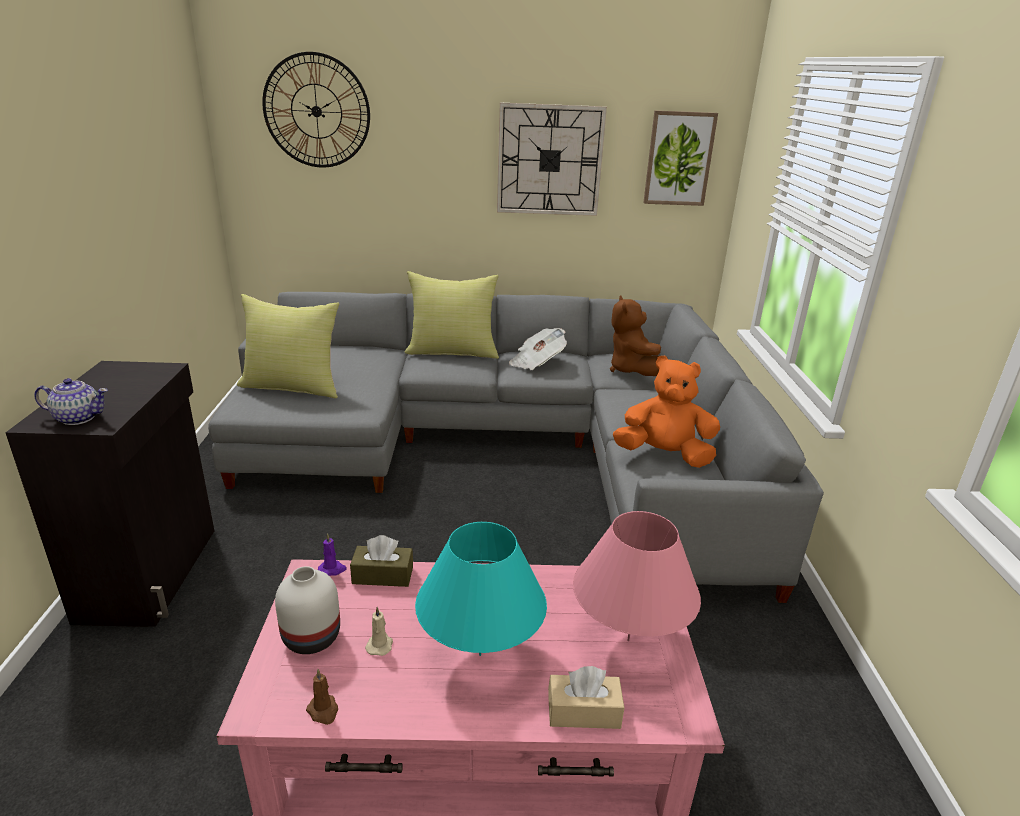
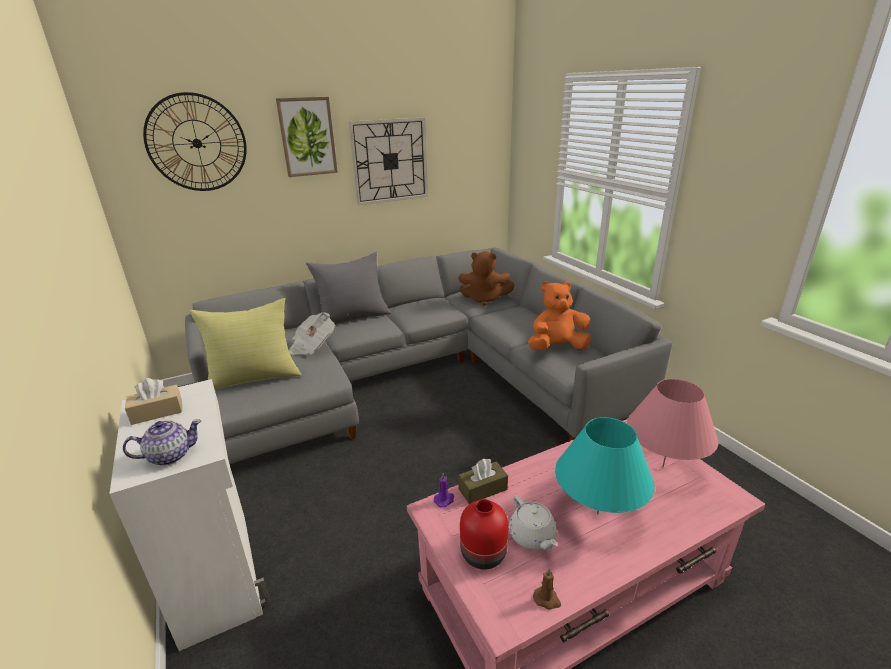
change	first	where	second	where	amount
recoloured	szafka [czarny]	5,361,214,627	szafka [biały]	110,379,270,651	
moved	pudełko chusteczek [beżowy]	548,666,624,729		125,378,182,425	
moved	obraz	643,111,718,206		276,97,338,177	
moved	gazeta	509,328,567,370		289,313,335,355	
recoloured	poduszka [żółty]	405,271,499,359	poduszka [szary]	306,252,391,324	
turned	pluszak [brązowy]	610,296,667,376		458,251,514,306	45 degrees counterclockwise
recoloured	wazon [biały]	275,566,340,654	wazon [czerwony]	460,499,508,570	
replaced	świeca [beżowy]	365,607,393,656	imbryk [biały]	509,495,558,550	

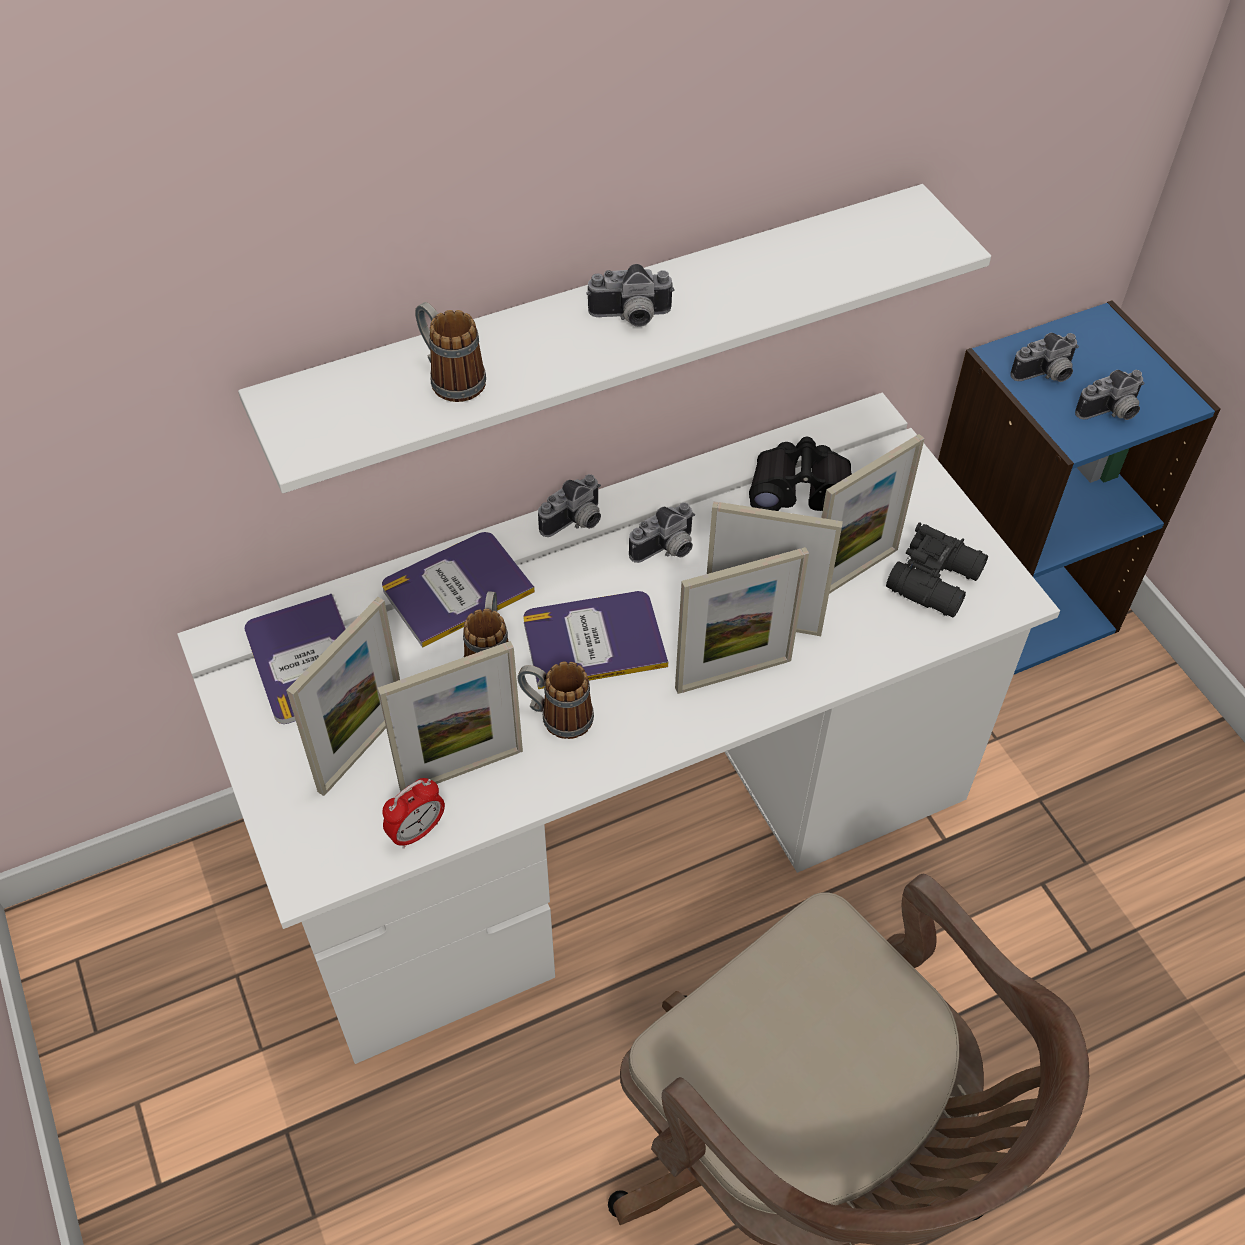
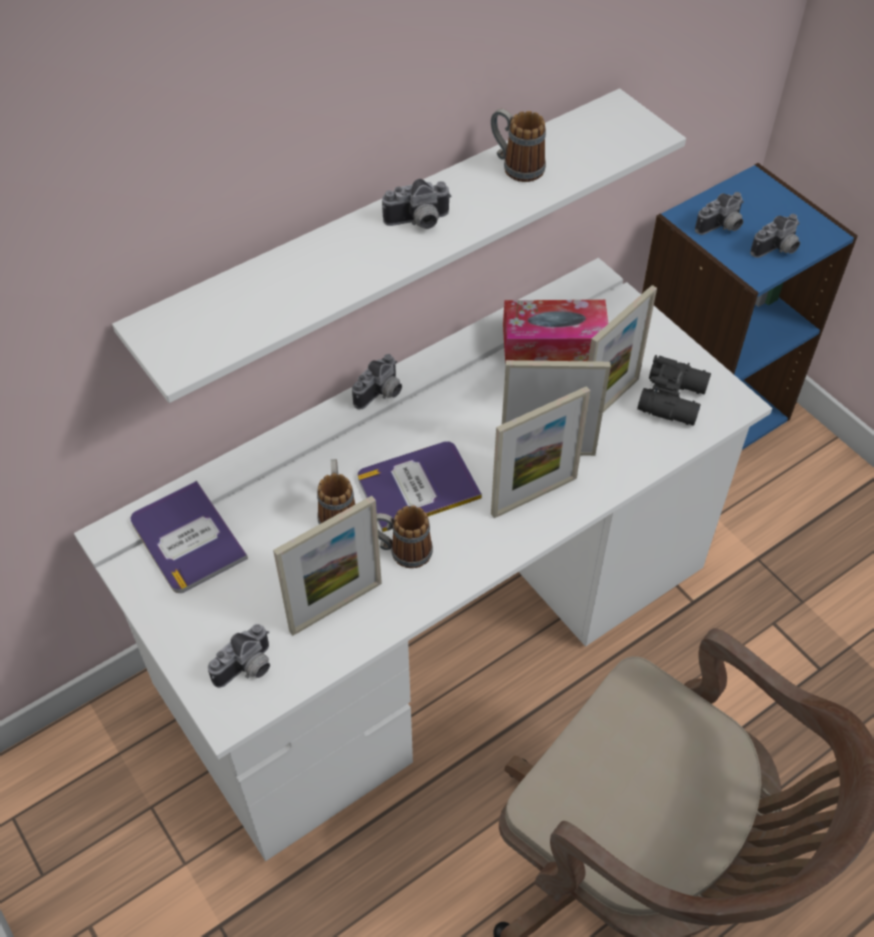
change	first	where	second	where	amount
moved	aparat fotograficzny	629,503,695,563		208,624,270,688	
moved	kubek	415,302,486,402		491,109,546,182	
replaced	lornetka [czarny]	749,437,852,511	pudełko chusteczek	503,300,609,363	
removed	ramka na zdjęcie	286,597,400,796			
removed	książka	382,532,535,648			
removed	budzik	382,778,445,849			

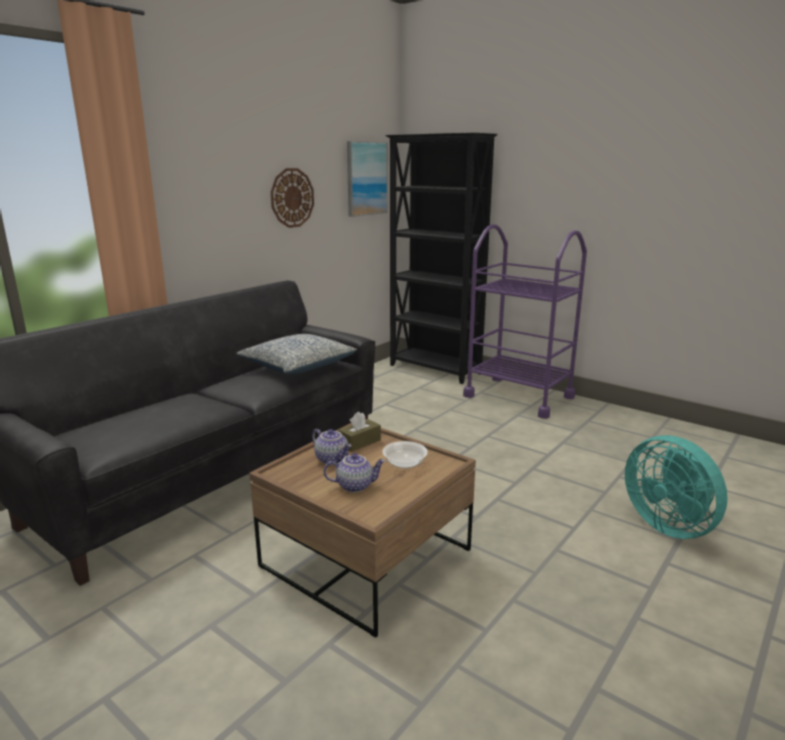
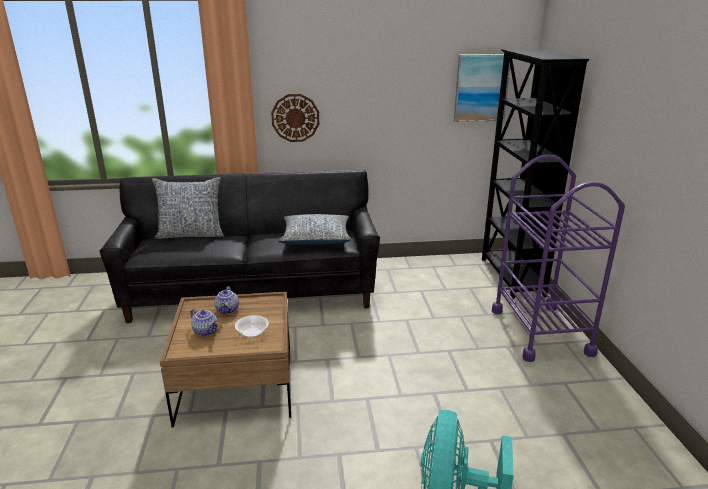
change	first	where	second	where	amount
added			poduszka	152,177,224,239	
moved	zegar ścienny	271,168,314,228		271,94,319,142	
removed	pudełko chusteczek [brązowy]	338,412,381,452			

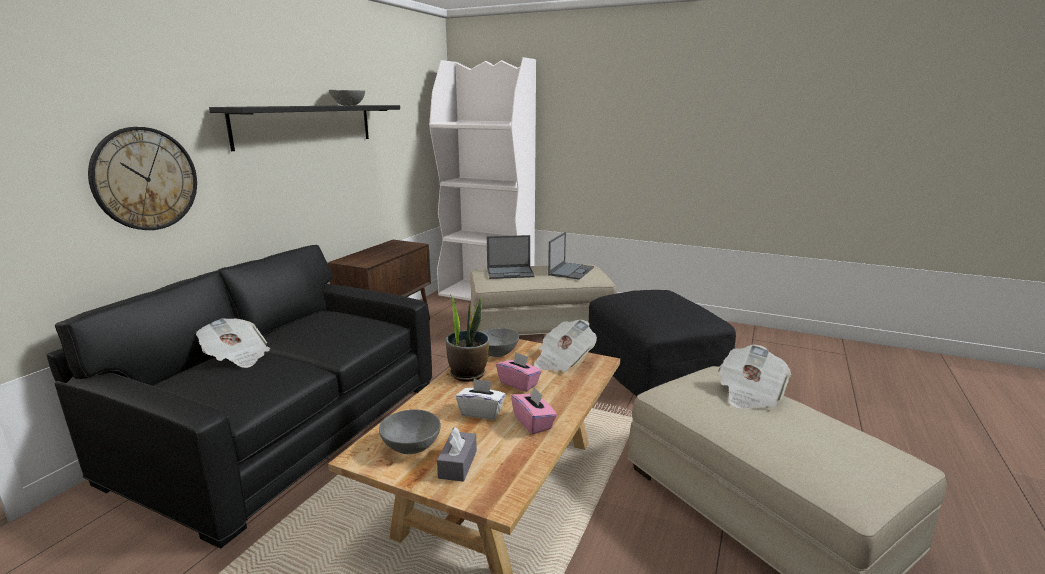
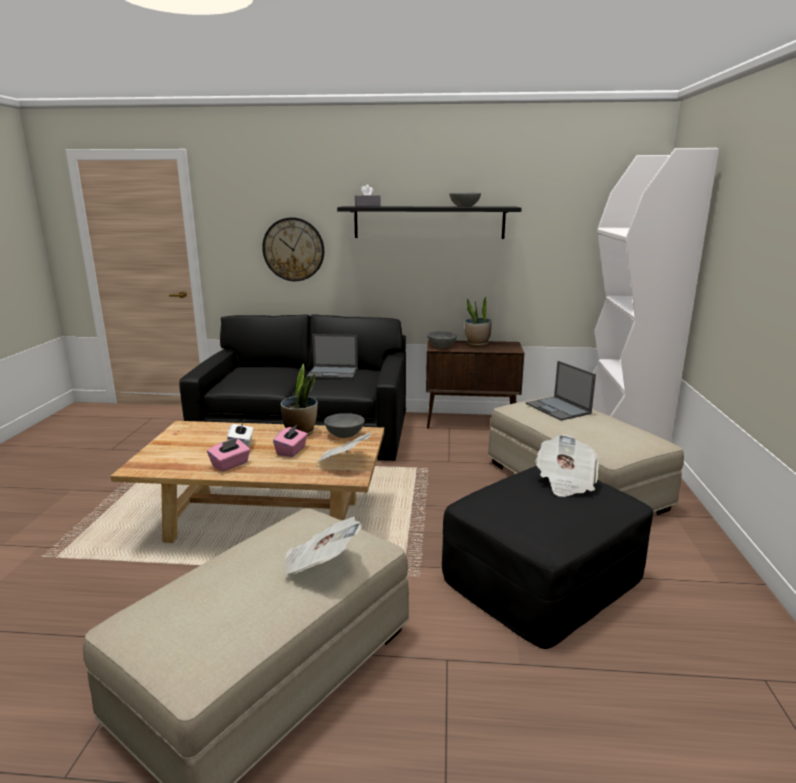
change	first	where	second	where	amount
moved	laptop	548,232,594,280		307,334,358,379	
moved	pudełko chusteczek [szary]	437,427,477,482		355,184,381,207	
moved	miska [szary]	379,409,441,454		427,331,457,348	
added			roślina doniczkowa	465,297,492,346	
moved	gazeta	196,318,270,368		535,434,599,497	

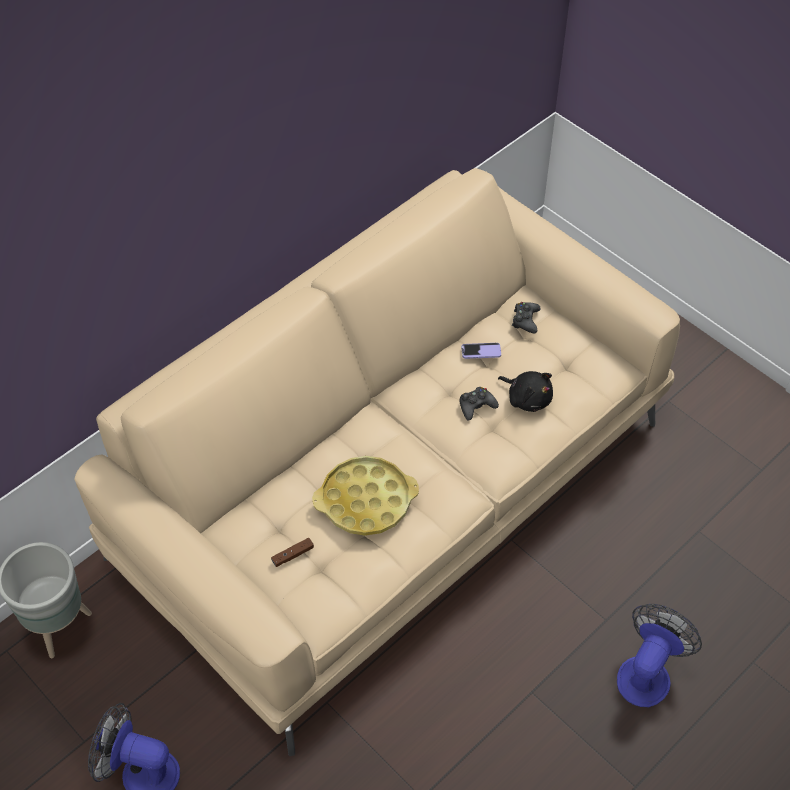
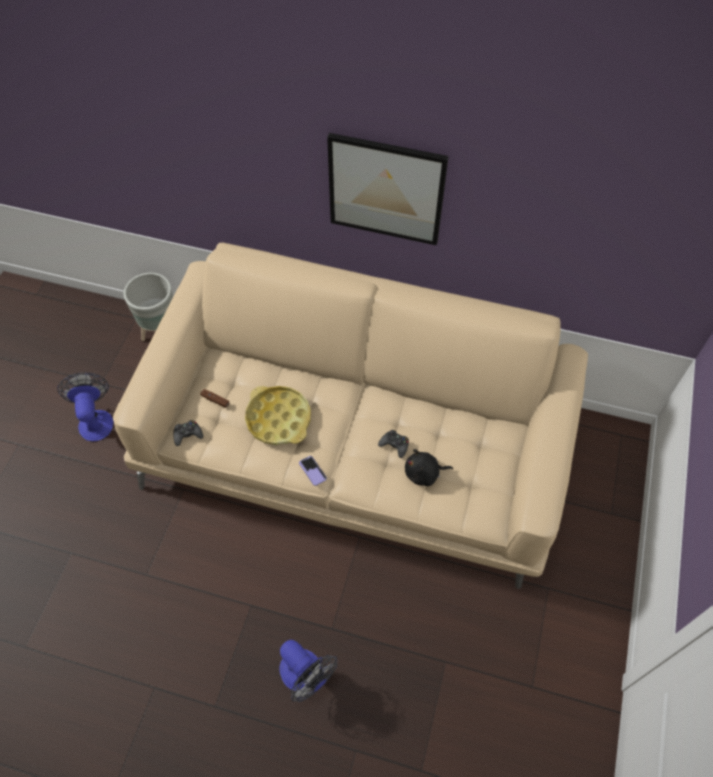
change	first	where	second	where	amount
moved	pad do gier [czarny]	512,302,541,333		173,420,203,446	
turned	wentylator	617,604,702,707		279,640,337,702	45 degrees clockwise
moved	telefon	461,343,501,359		299,456,327,486	
added			obraz	327,133,449,245	
turned	pluszak [czarny]	498,371,553,412		405,449,453,486	75 degrees clockwise

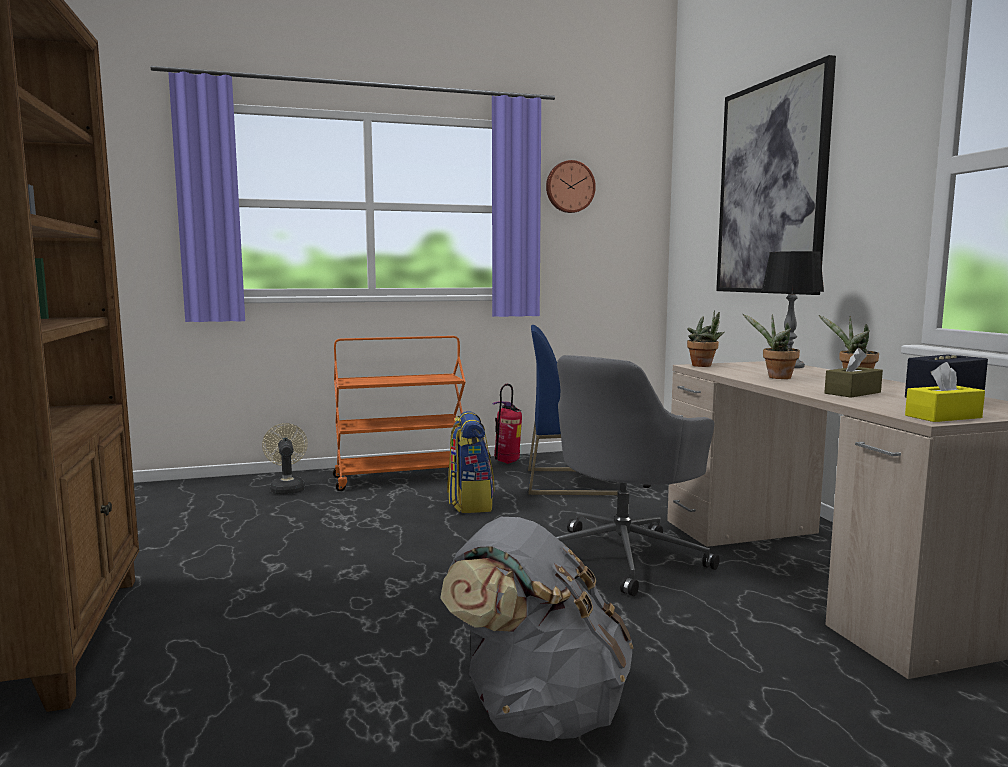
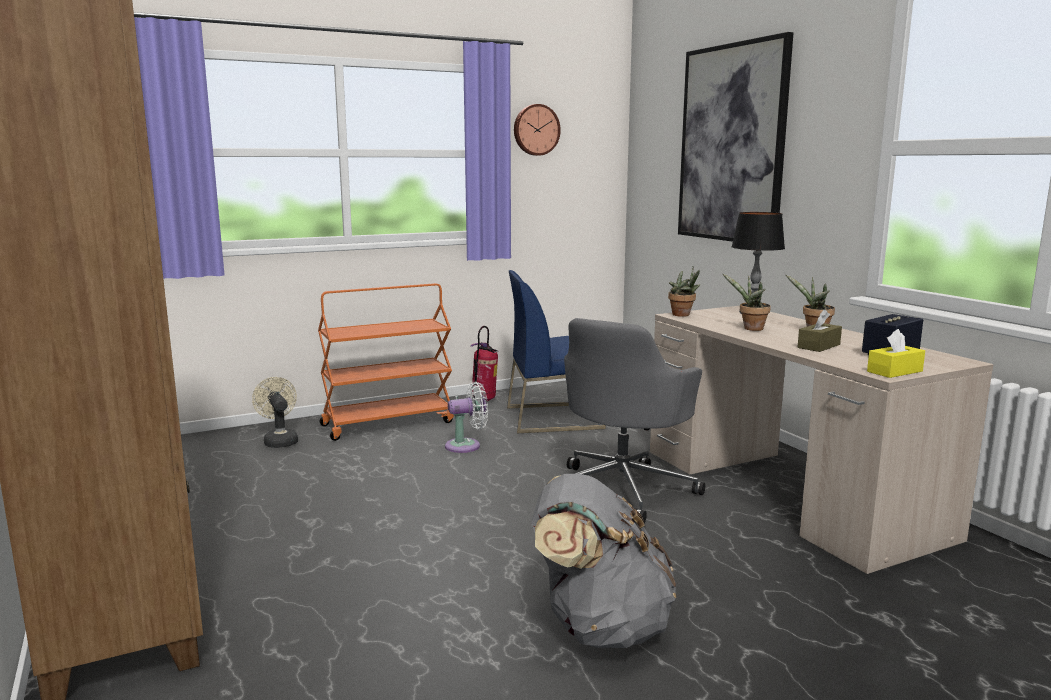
change	first	where	second	where	amount
replaced	plecak	447,411,494,513	wentylator [biały]	445,382,488,453	

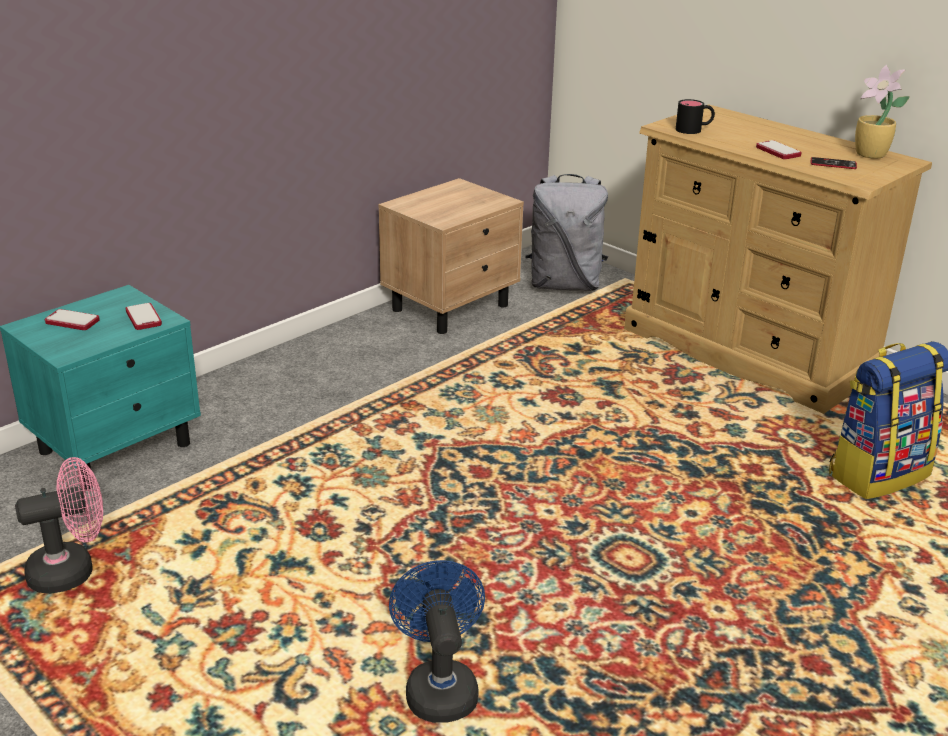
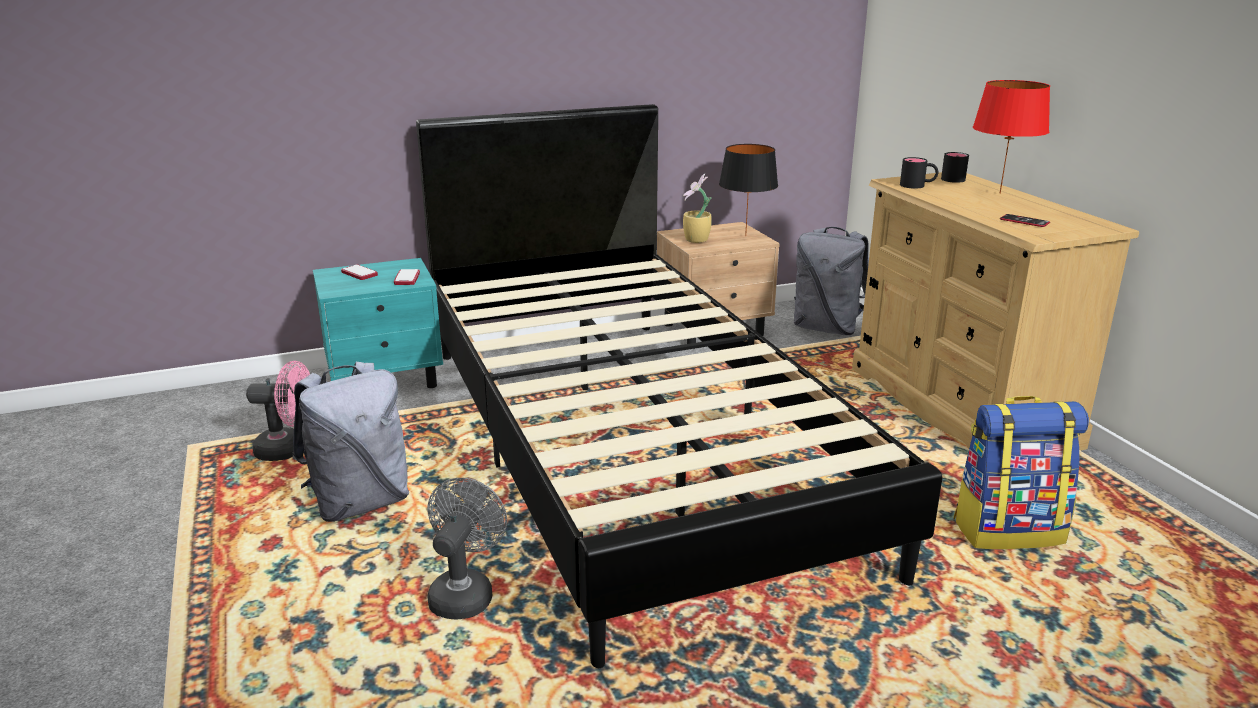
change	first	where	second	where	amount
added			plecak [szary]	292,362,409,522	
added			łóżko [czarny]	416,104,943,668	
recoloured	wentylator [niebieski]	389,560,485,723	wentylator [szary]	428,478,507,620	
moved	roślina doniczkowa	855,65,910,159		682,173,712,243	
added			lampa stołowa [czarny]	719,144,778,236	
added			kubek [czarny]	941,152,969,183	
added			lampa stołowa [czerwony]	973,80,1050,194	
removed	telefon	756,140,802,159			

